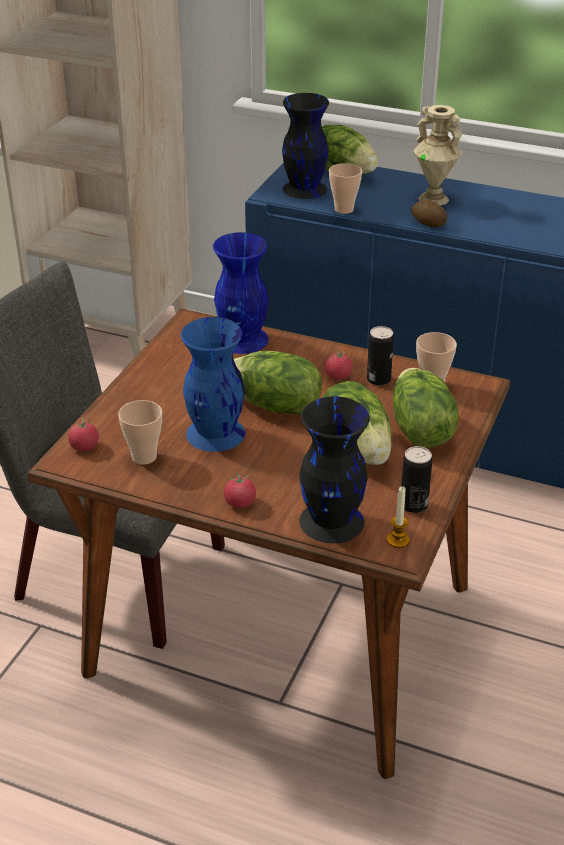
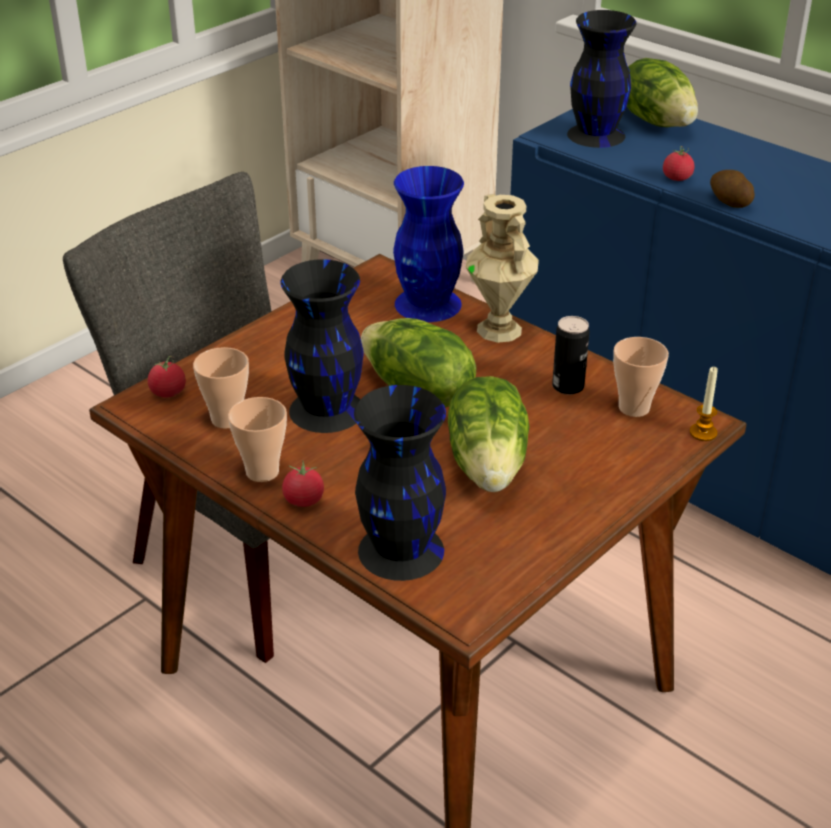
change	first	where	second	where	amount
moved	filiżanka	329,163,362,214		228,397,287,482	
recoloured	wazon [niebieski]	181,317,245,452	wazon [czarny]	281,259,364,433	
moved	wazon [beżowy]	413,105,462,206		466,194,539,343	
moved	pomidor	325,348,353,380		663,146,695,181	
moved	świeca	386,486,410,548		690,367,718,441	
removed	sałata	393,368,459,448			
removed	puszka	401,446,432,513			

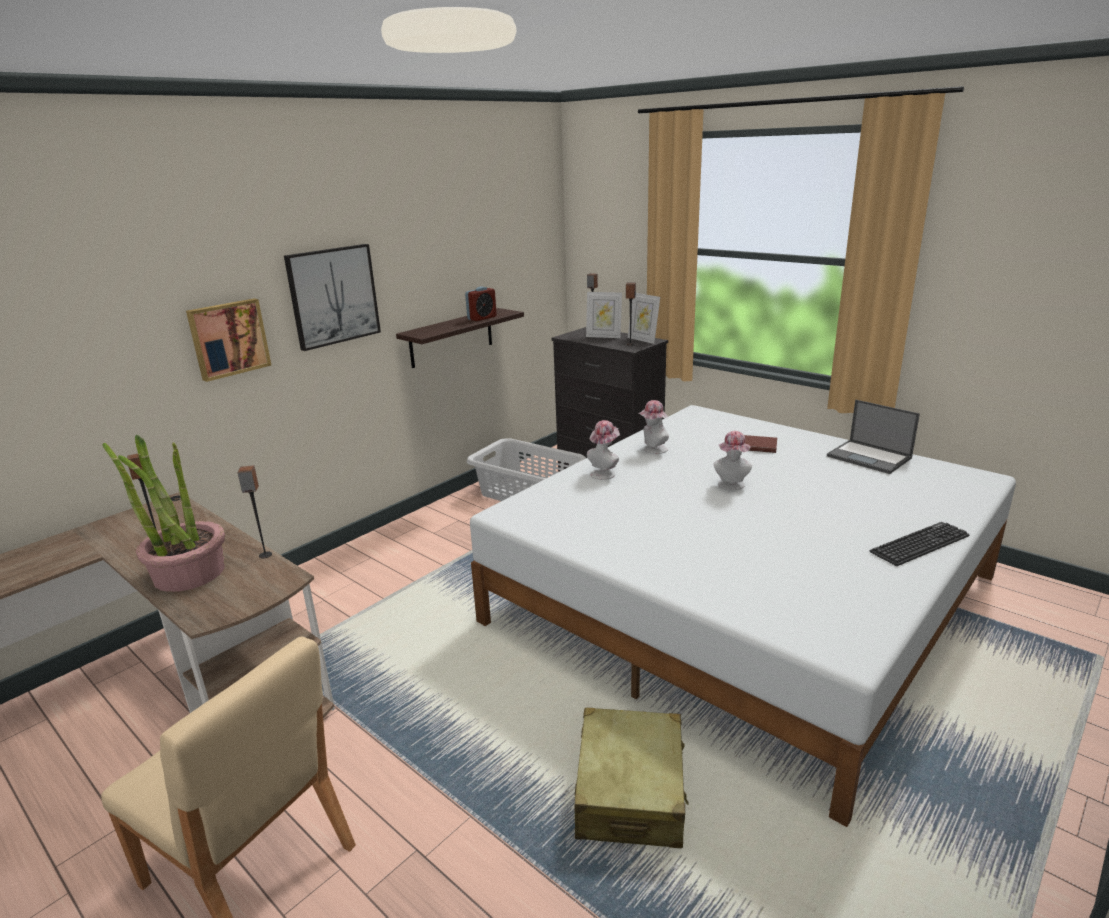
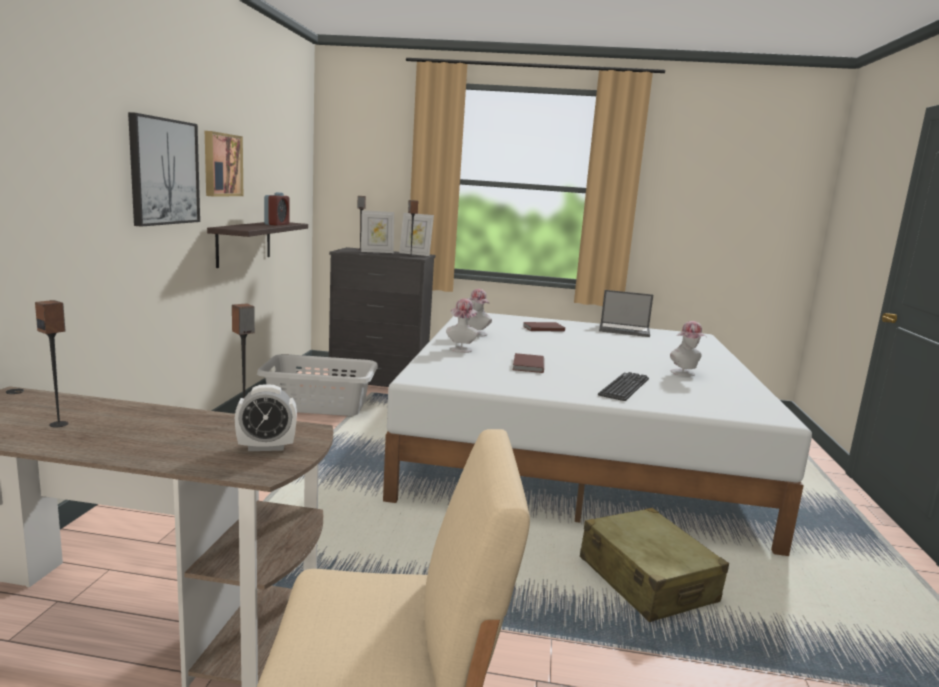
change	first	where	second	where	amount
moved	obraz	186,298,271,382		205,131,243,197	
added			budzik	235,384,297,451	
added			książka [brązowy]	513,353,544,373	
moved	klawiatura	870,522,969,566		598,372,649,401	
moved	kapelusz	714,431,752,490		670,321,707,376	
removed	roślina doniczkowa	103,435,225,592			

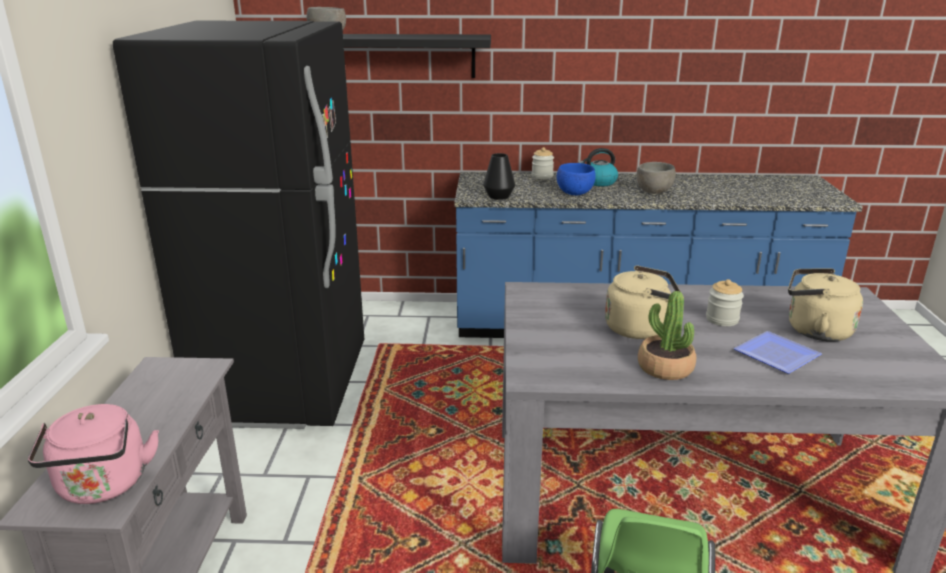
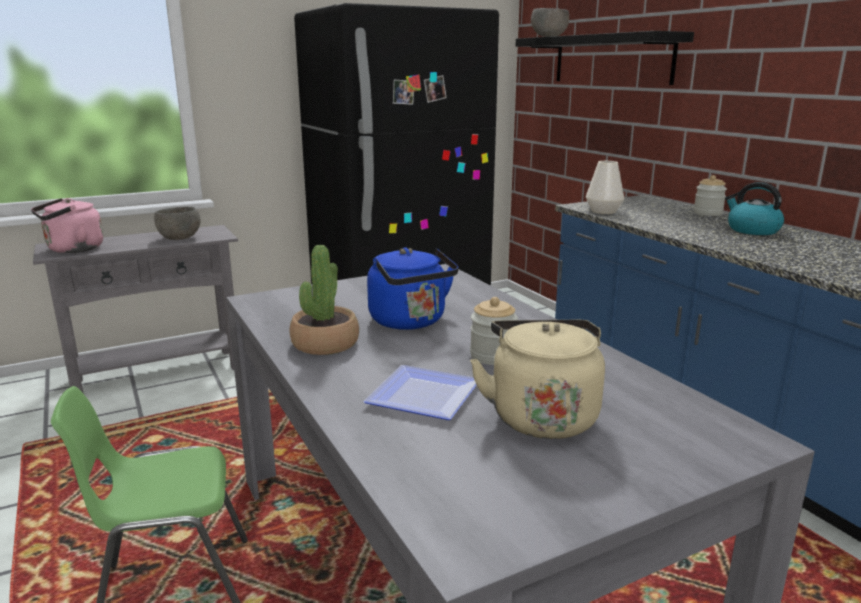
change	first	where	second	where	amount
moved	miska [szary]	636,162,676,194		154,207,201,240	
recoloured	czajnik [beżowy]	605,265,681,339	czajnik [niebieski]	367,247,459,330	
recoloured	wazon [czarny]	483,153,515,200	wazon [biały]	586,161,624,214	
removed	miska [niebieski]	557,163,595,195			

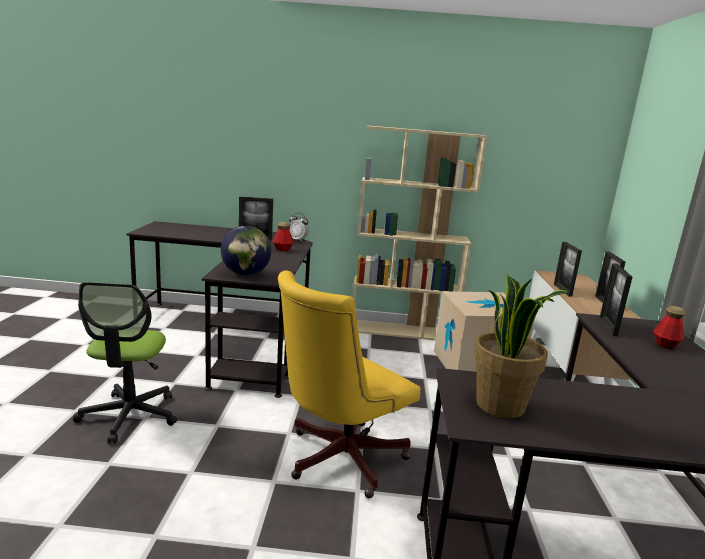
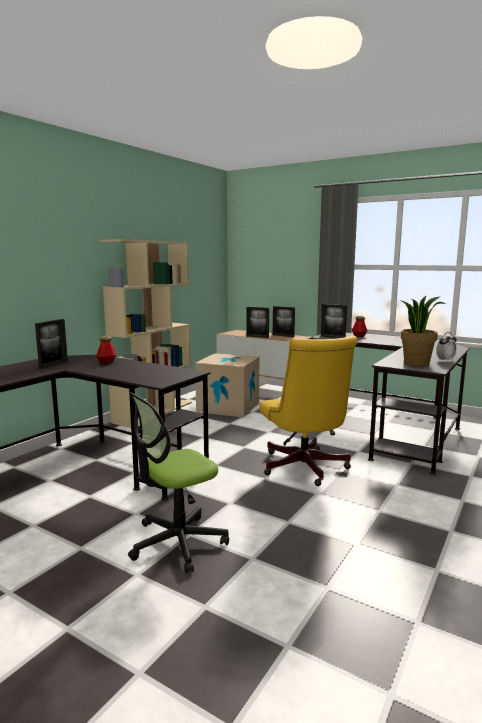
change	first	where	second	where	amount
turned	krzesło biurowe	73,282,177,443		128,392,229,573	120 degrees clockwise
moved	budzik	289,213,309,242		436,332,457,362	
removed	globus	221,226,271,276			

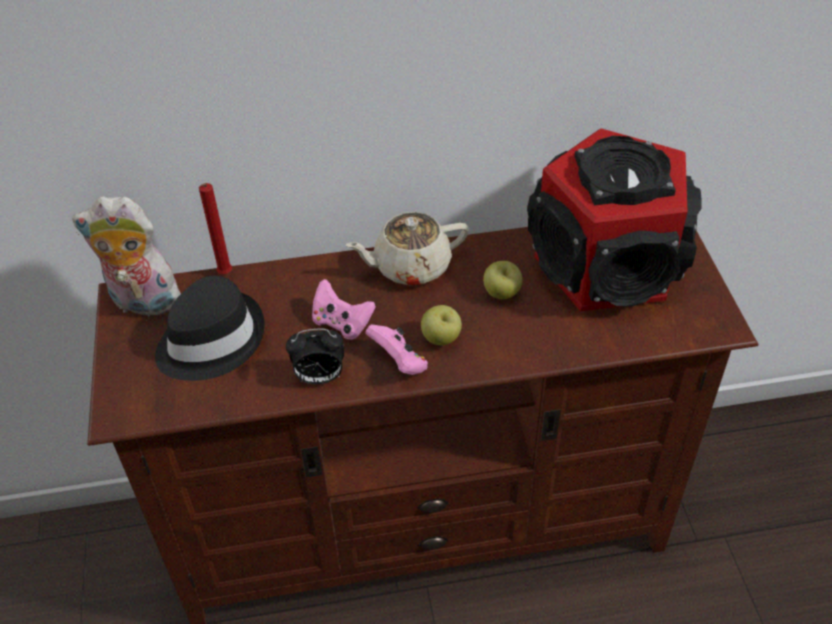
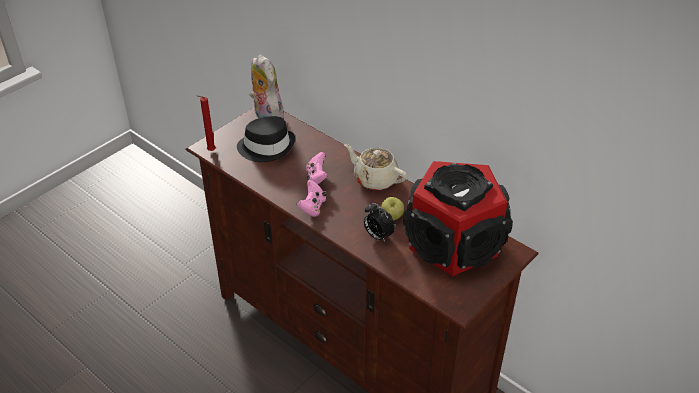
change	first	where	second	where	amount
moved	świeca [czerwony]	199,183,232,274		197,95,216,151	
moved	budzik	286,329,344,384		363,203,395,242	
removed	jabłko	421,305,462,345			

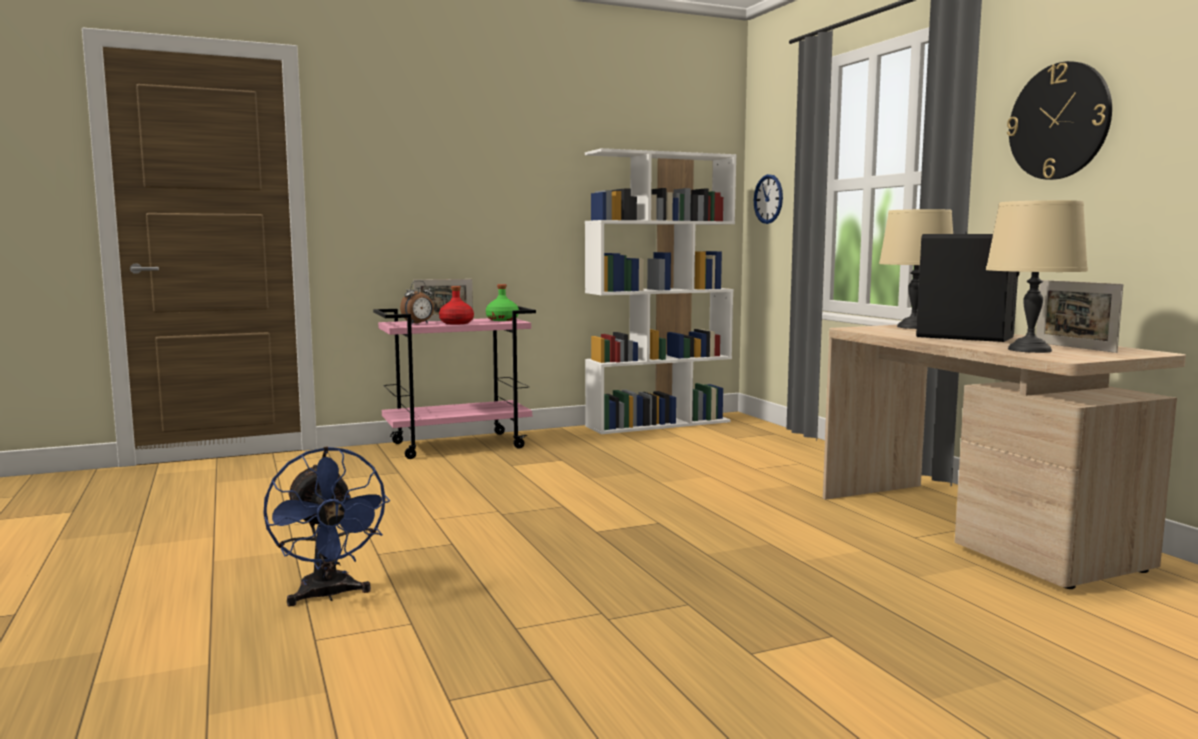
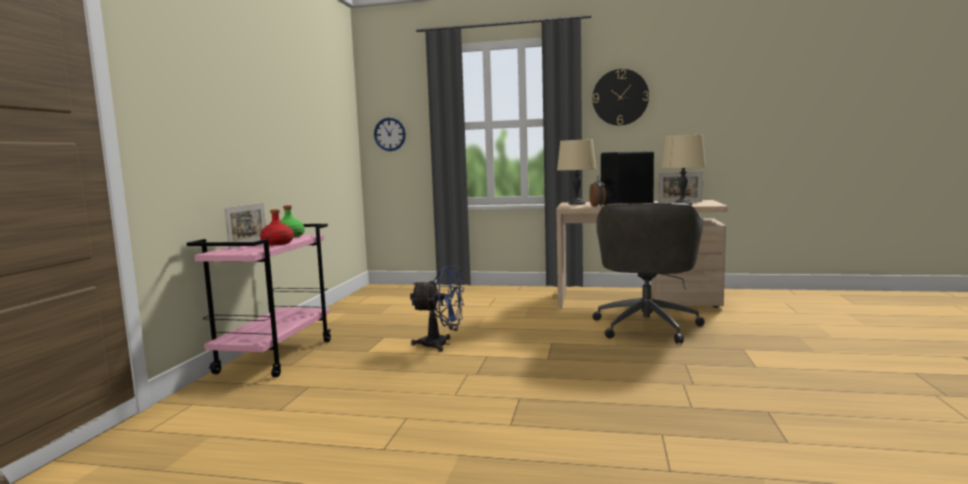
change	first	where	second	where	amount
moved	wentylator [niebieski]	263,447,390,606		410,266,464,352	
moved	budzik	400,281,434,324		589,175,606,207	
added			krzesło biurowe [szary]	592,203,704,343	
removed	regał [biały]	585,148,737,434			

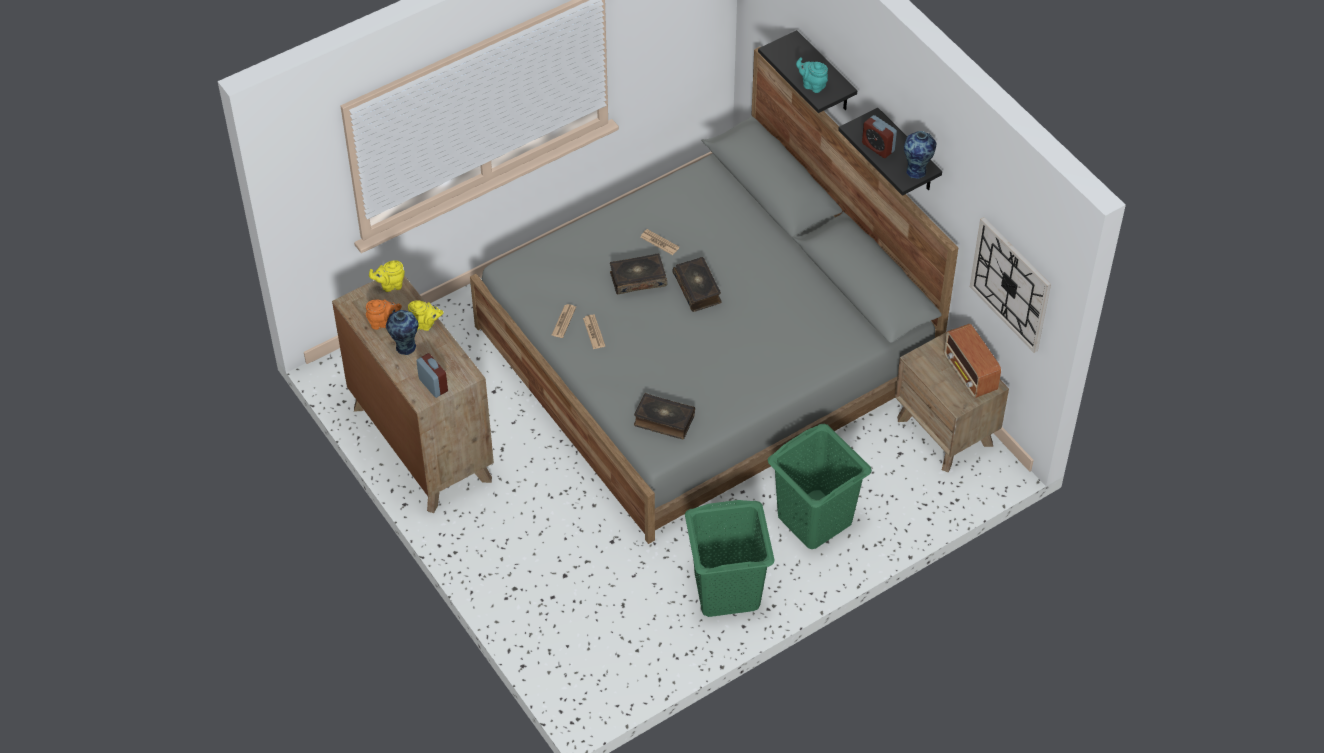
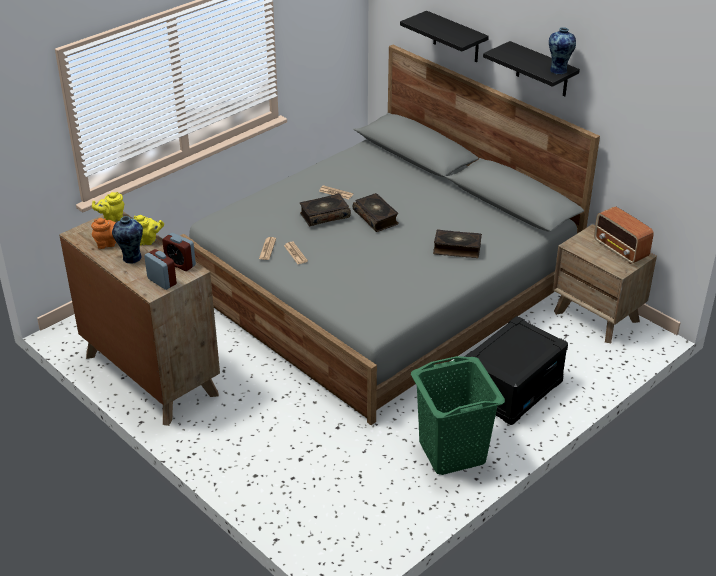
change	first	where	second	where	amount
moved	budzik	862,115,897,158		162,233,196,271	
moved	książka	634,393,695,439		433,229,482,258	
replaced	kosz na pranie [zielony]	768,424,872,549	pojemnik do przechowywania [czarny]	464,316,568,425	
removed	imbryk [turkusowy]	796,57,828,93			
removed	zegar ścienny	970,217,1051,353			

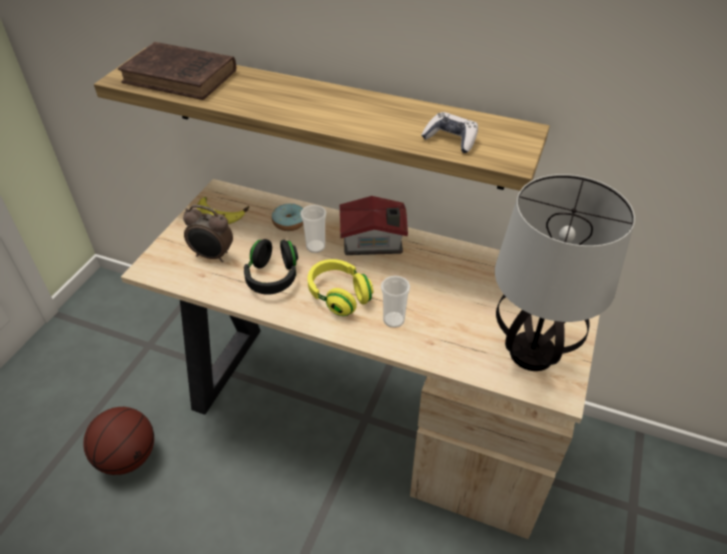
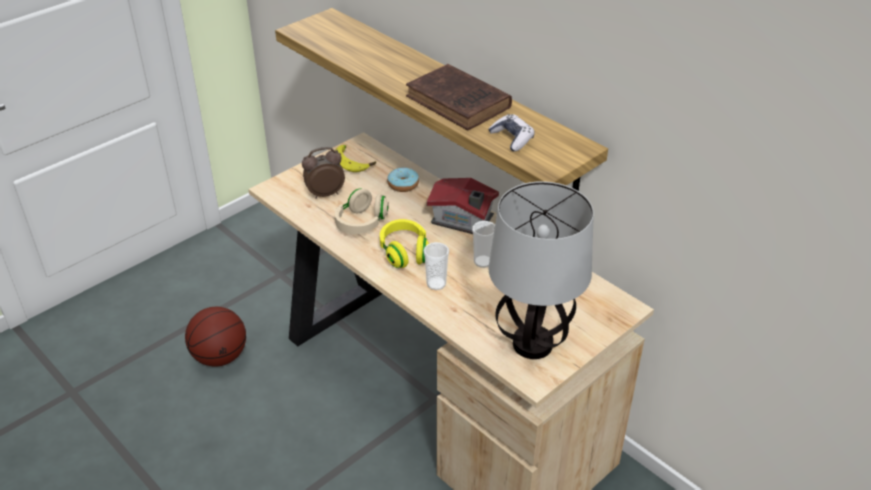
change	first	where	second	where	amount
turned	budzik	183,205,233,262		302,147,345,199	120 degrees clockwise
recoloured	słuchawki [czarny]	244,239,298,295	słuchawki [beżowy]	335,188,389,234	
moved	książka [brązowy]	118,42,236,100		406,64,512,130	
moved	filiżanka	300,205,326,253		472,221,495,268	

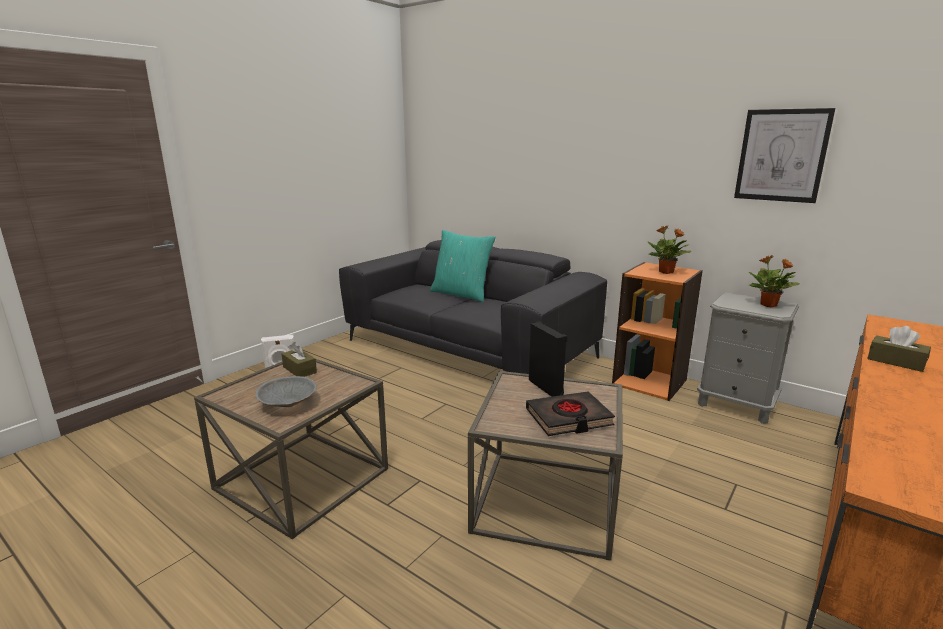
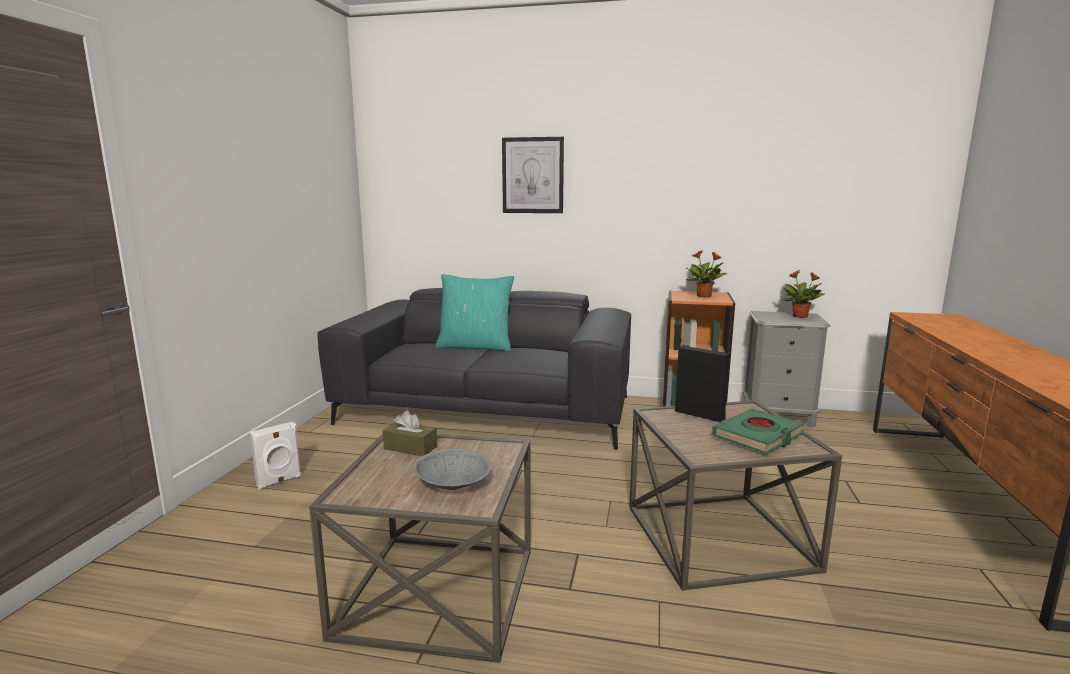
change	first	where	second	where	amount
moved	obraz	734,108,835,203		502,137,564,213	
recoloured	książka [czarny]	526,391,615,436	książka [zielony]	712,408,804,454	
removed	pudełko chusteczek [brązowy]	867,326,931,372			

